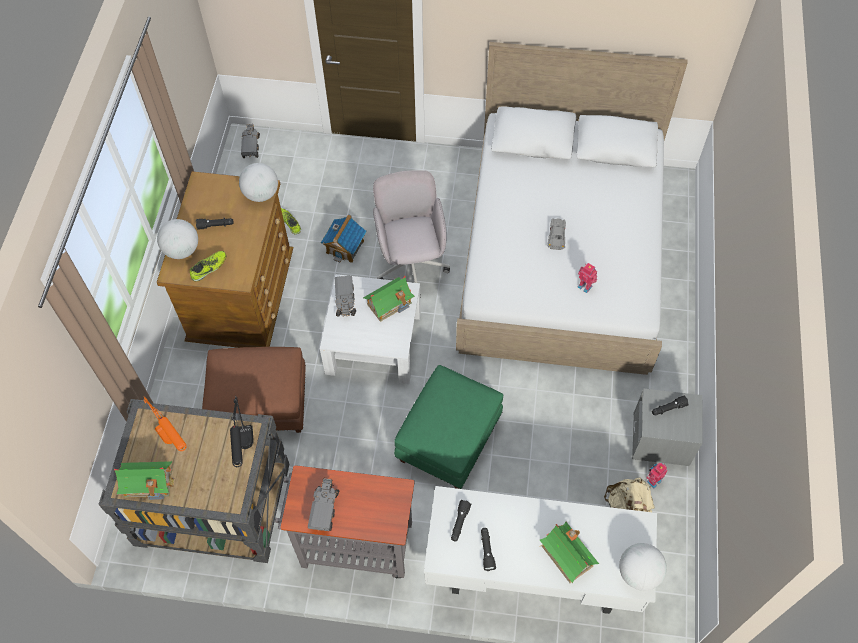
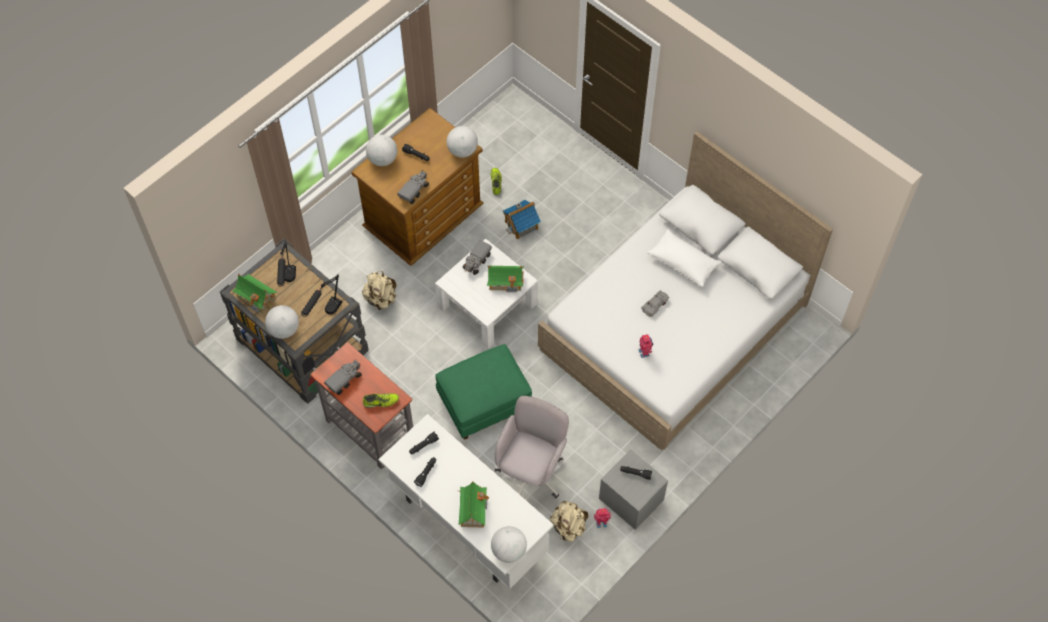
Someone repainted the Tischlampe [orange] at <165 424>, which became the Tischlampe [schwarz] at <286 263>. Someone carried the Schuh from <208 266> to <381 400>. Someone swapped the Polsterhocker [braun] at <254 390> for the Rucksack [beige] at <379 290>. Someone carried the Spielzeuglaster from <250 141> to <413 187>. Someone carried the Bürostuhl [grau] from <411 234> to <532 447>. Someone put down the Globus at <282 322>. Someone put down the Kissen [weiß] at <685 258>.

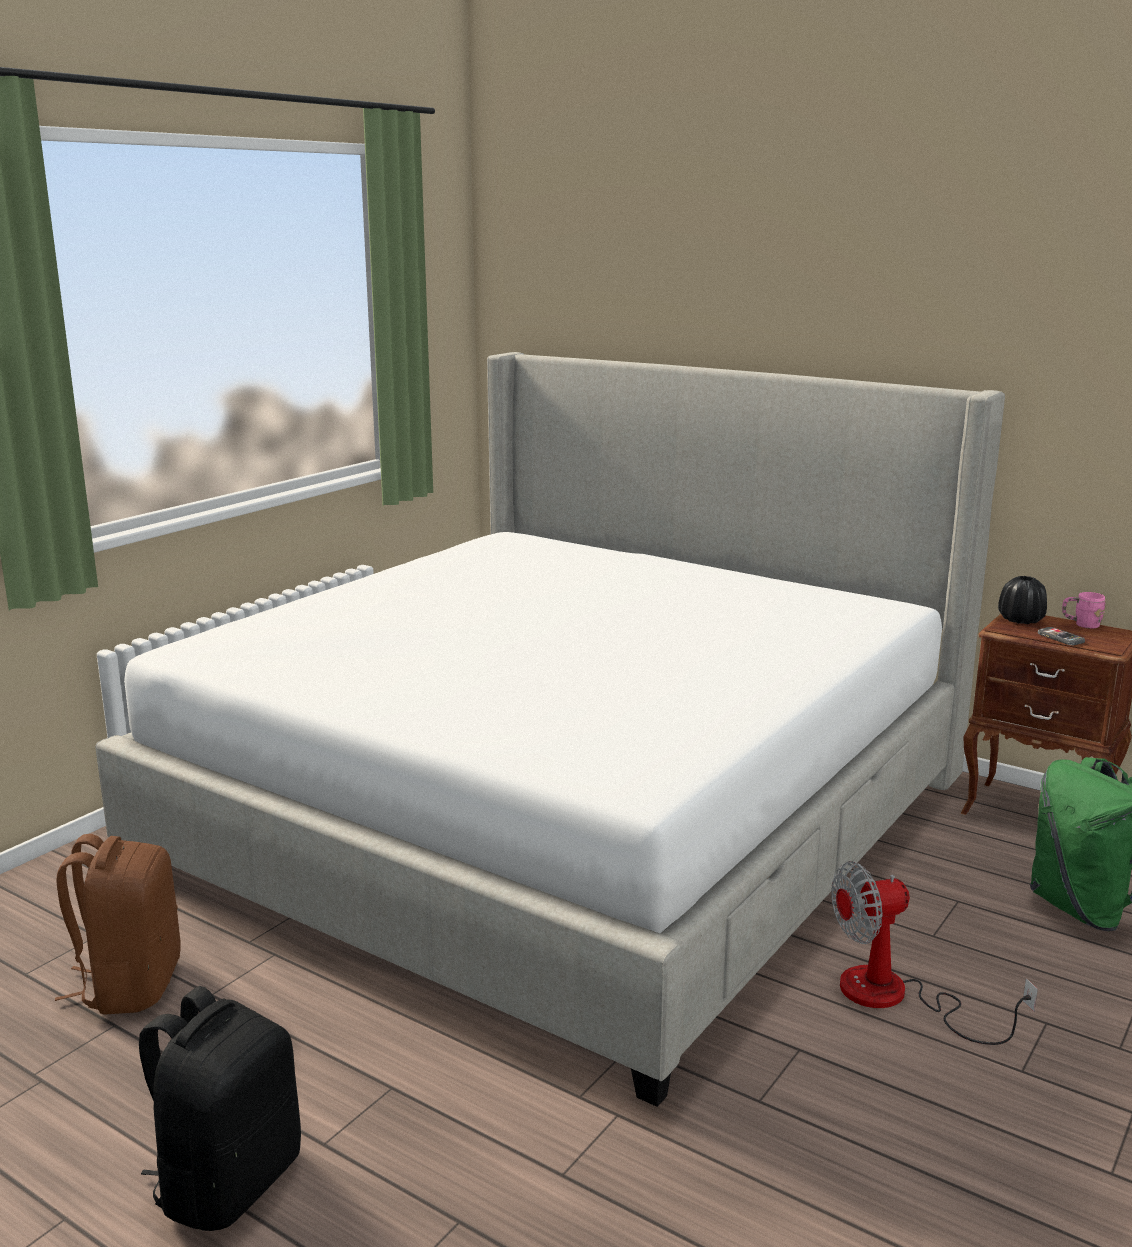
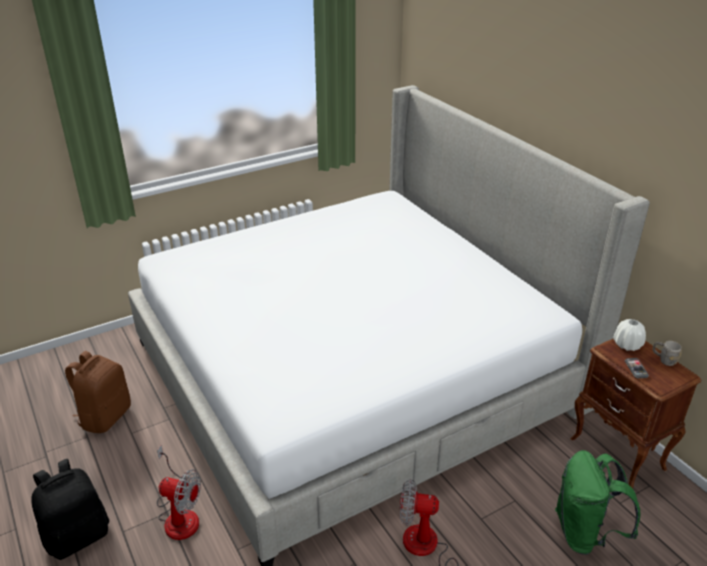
Someone repainted the Vase [schwarz] at <1022 600>, which became the Vase [weiß] at <630 335>. Someone repainted the Henkelbecher [rosa] at <1084 610>, which became the Henkelbecher [grau] at <667 353>. Someone put down the Ventilator at <179 492>.

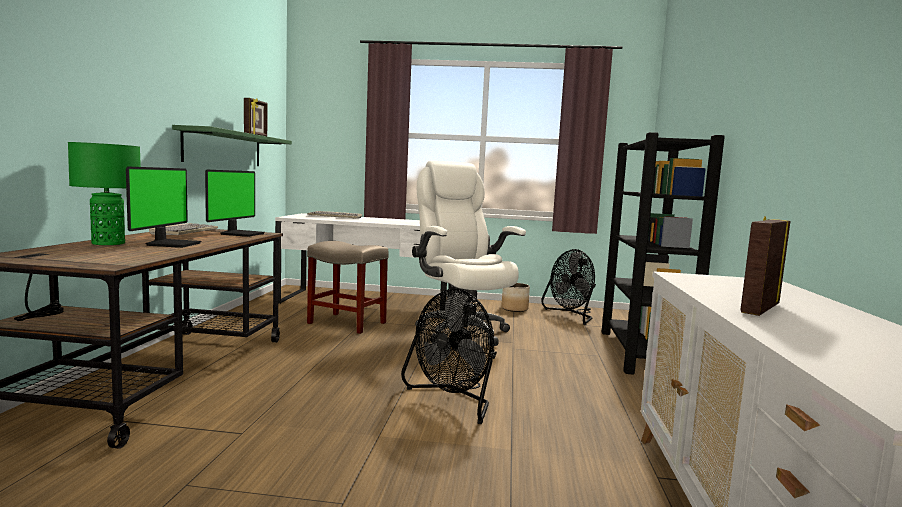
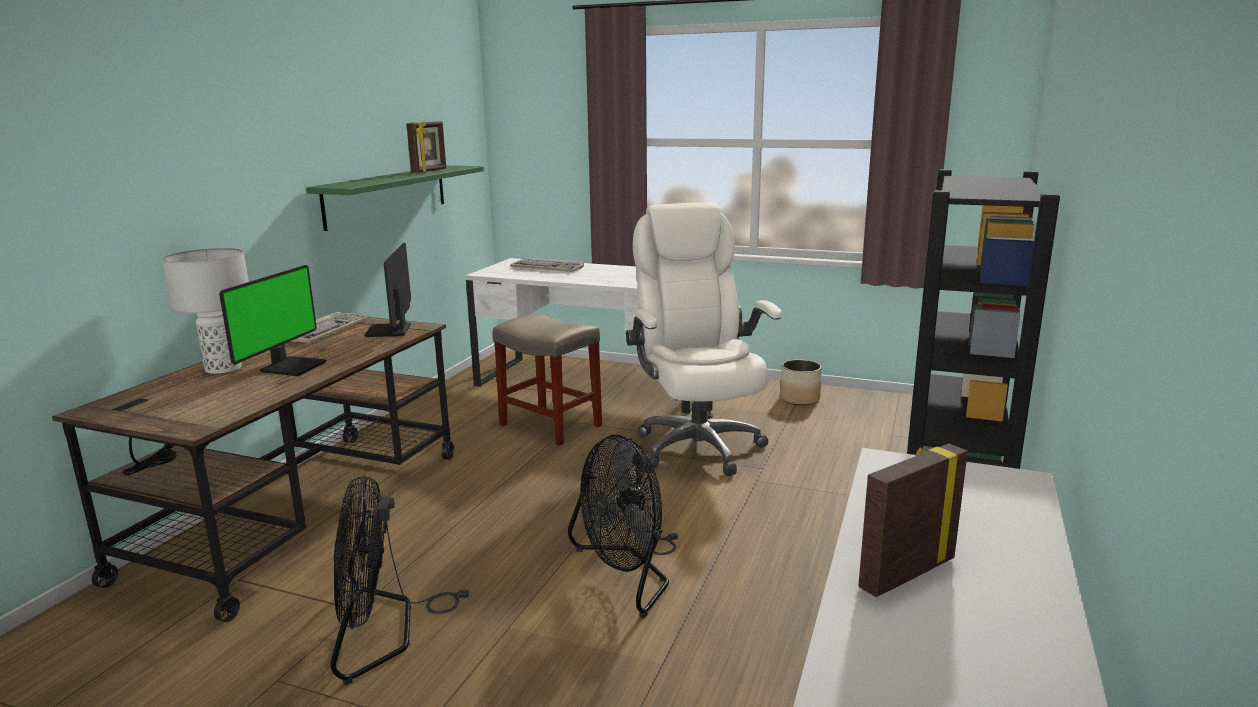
Someone repainted the Tischlampe [grün] at <104 193>, which became the Tischlampe [weiß] at <205 311>. Someone rotated the Monitor at <235 203> by 150 degrees clockwise. Someone carried the Ventilator [schwarz] from <568 287> to <401 580>.

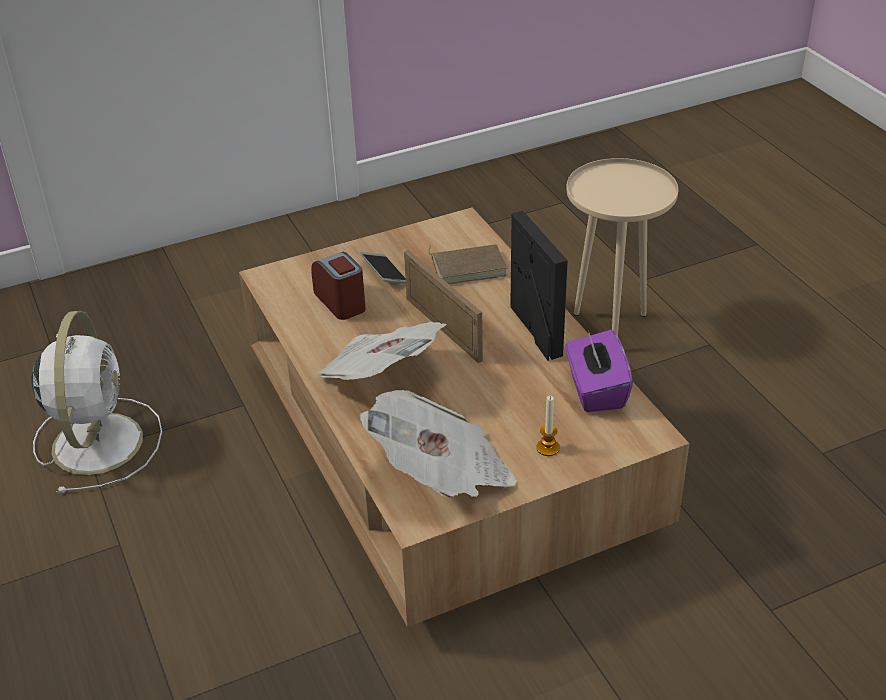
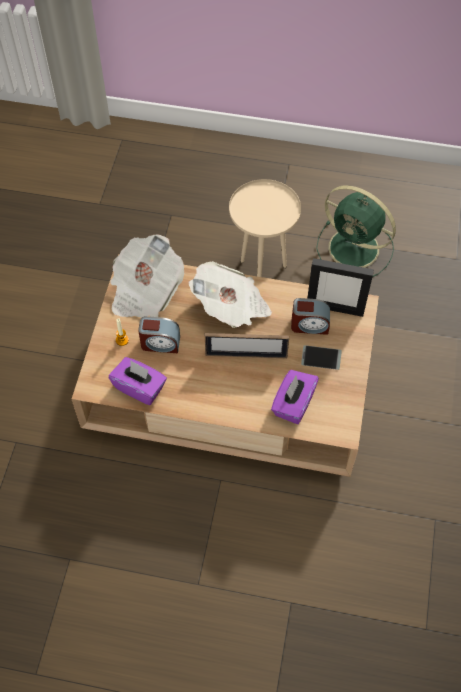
Someone repainted the Ventilator [weiß] at <96 402>, which became the Ventilator [grün] at <356 231>. Someone swapped the Buch [braun] at <467 264> for the Taschentuchbox [lila] at <295 397>. Someone carried the Bilderrahmen from <539 286> to <340 287>. Someone carried the Beistelltisch [beige] from <622 246> to <265 228>. Someone put down the Wecker at <159 334>.

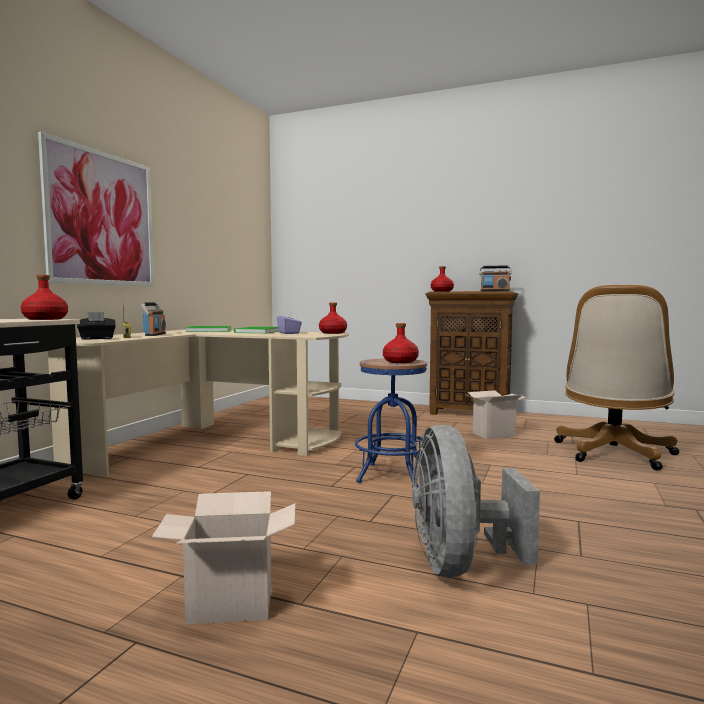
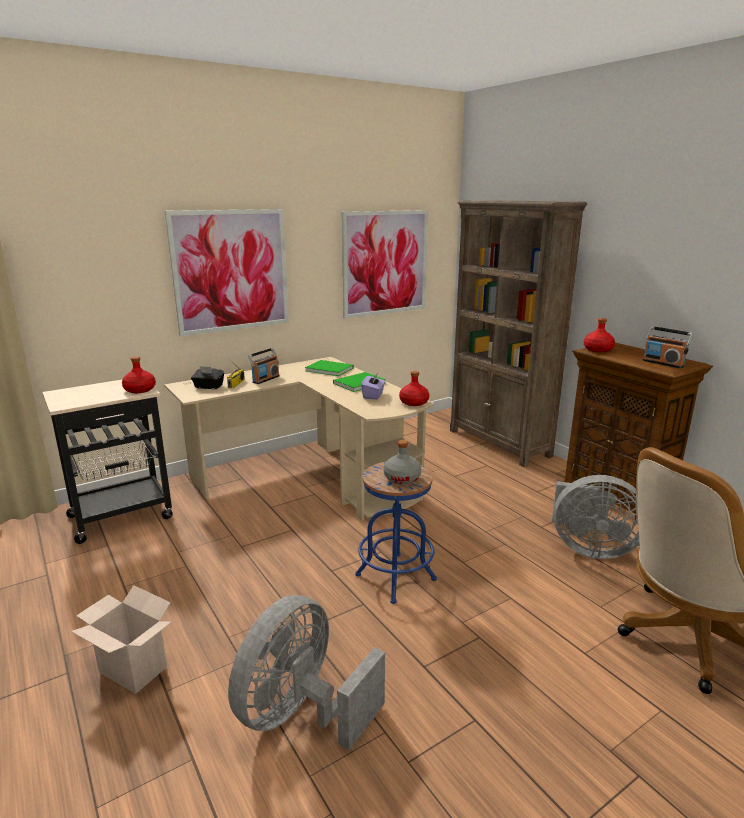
Someone repainted the Flasche [rot] at <401 343>, which became the Flasche [grau] at <402 462>. Someone swapped the Karton at <495 414> for the Ventilator [grau] at <596 517>. Someone put up the Bild at <385 264>. Someone put down the Bücherregal [braun] at <518 333>.

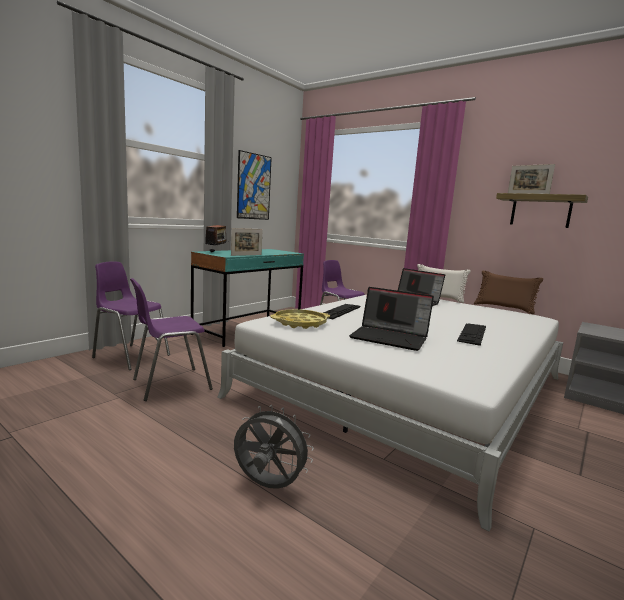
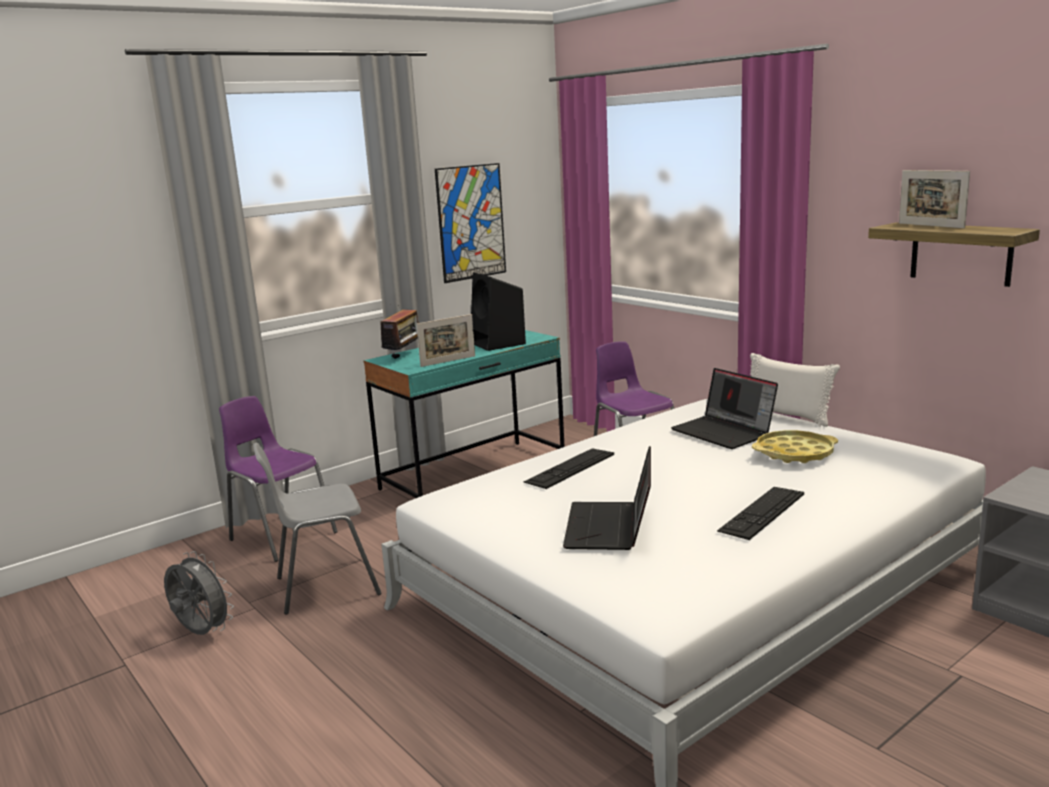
Someone repainted the Stuhl [lila] at <171 339>, which became the Stuhl [grau] at <317 528>. Someone carried the Ventilator [grau] from <274 447> to <199 593>. Someone carried the Tablett [gelb] from <300 319> to <795 446>. Someone rotated the Laptop at <391 319> by 60 degrees clockwise. Someone took away the Kissen [braun] at <508 292>. Someone put down the Lautsprecher [schwarz] at <498 311>.

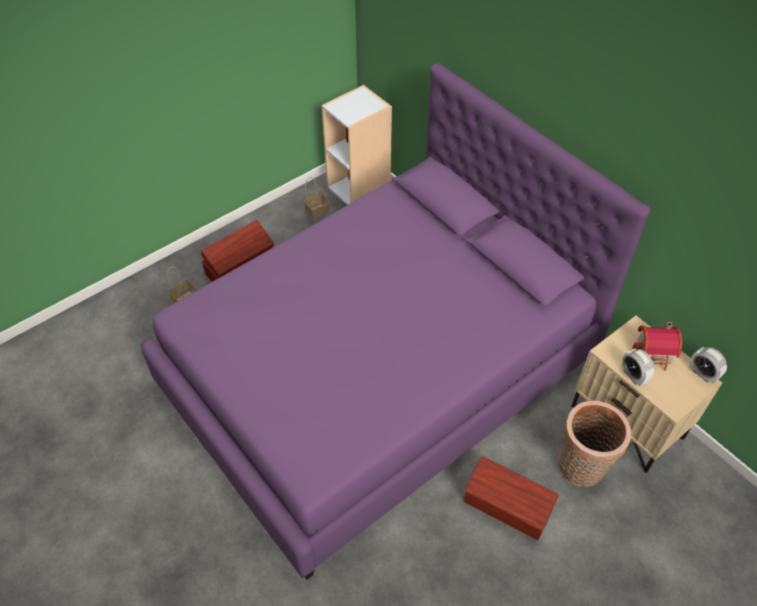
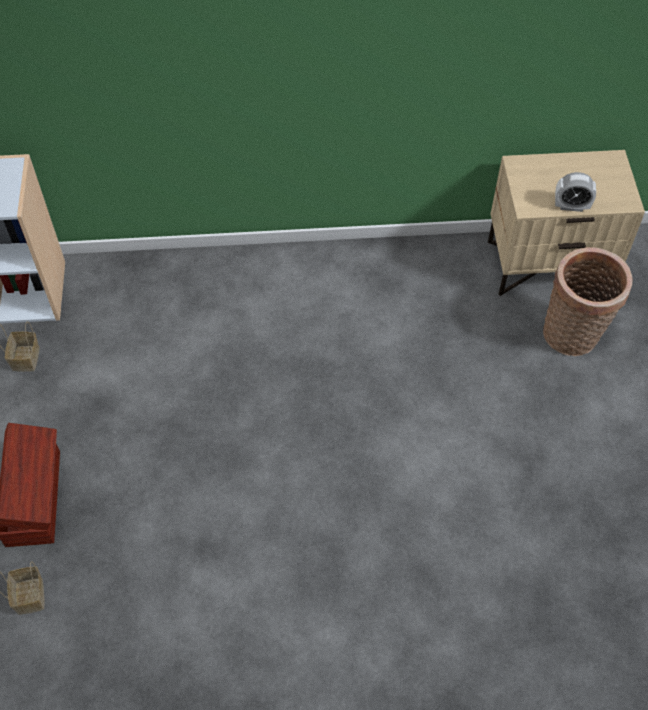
Someone took away the Bett [lila] at <396 321>. Someone took away the Aufbewahrungsbox [braun] at <511 498>. Someone took away the Spielzeughaus at <657 346>. Someone took away the Wecker at <708 365>.

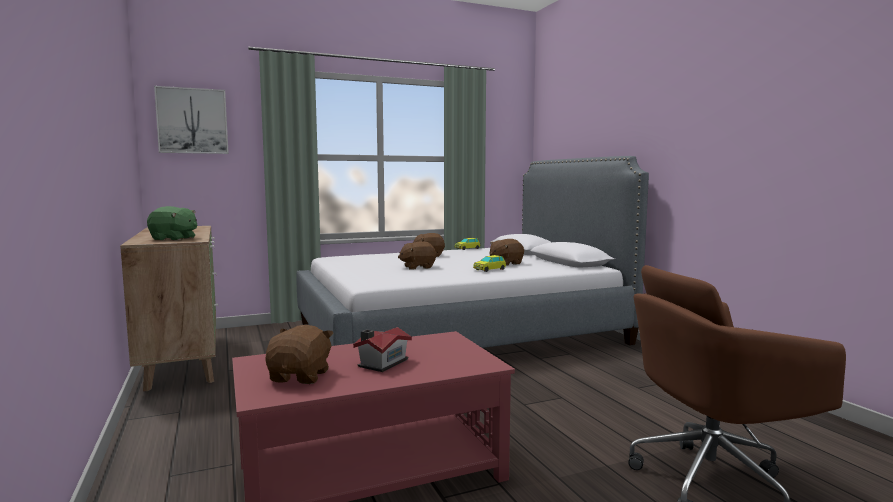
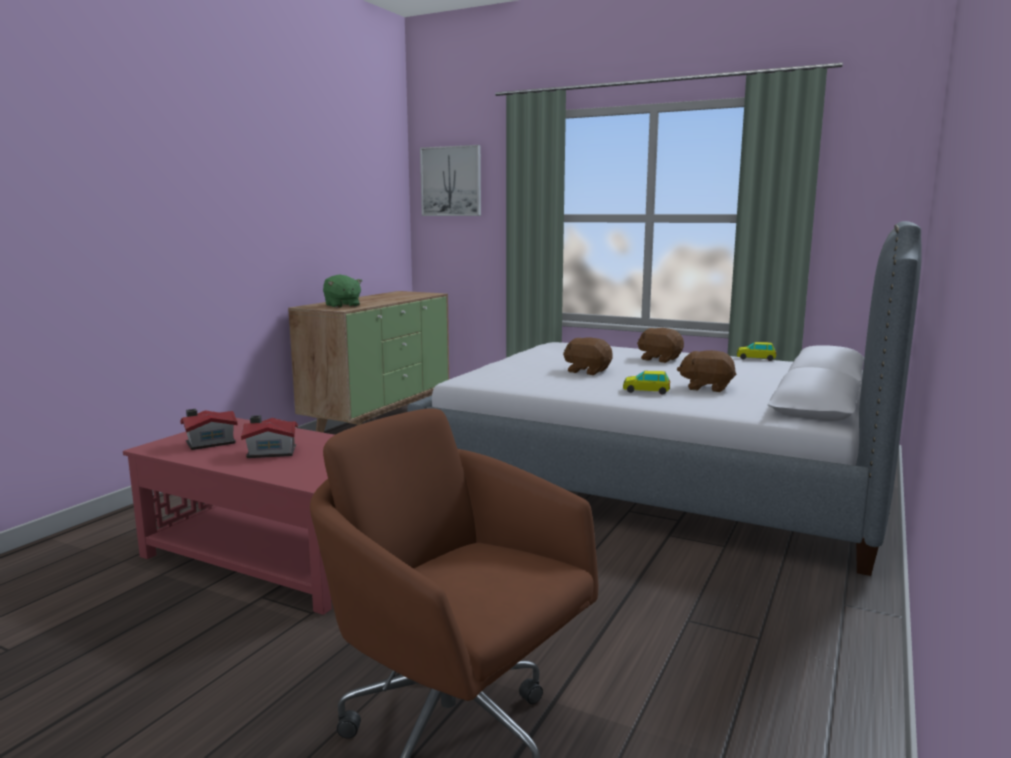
Someone swapped the Plüschtier [braun] at <299 354> for the Spielzeughaus at <209 429>.

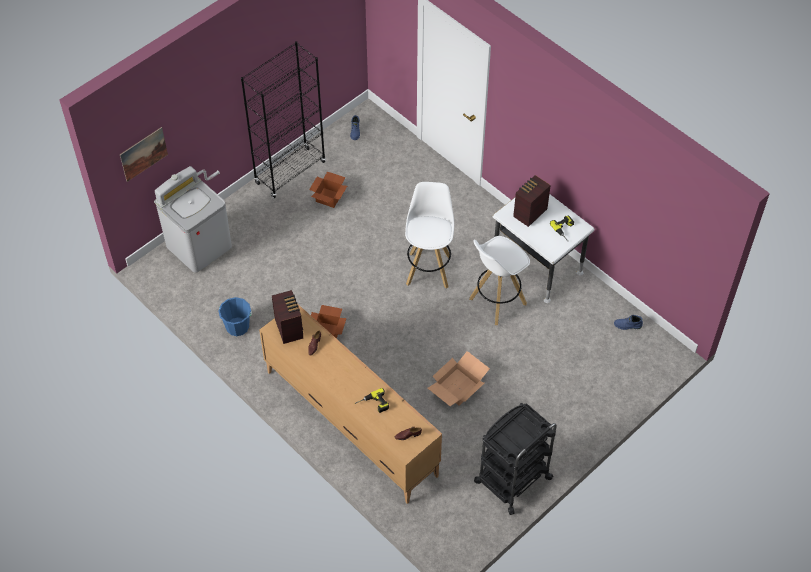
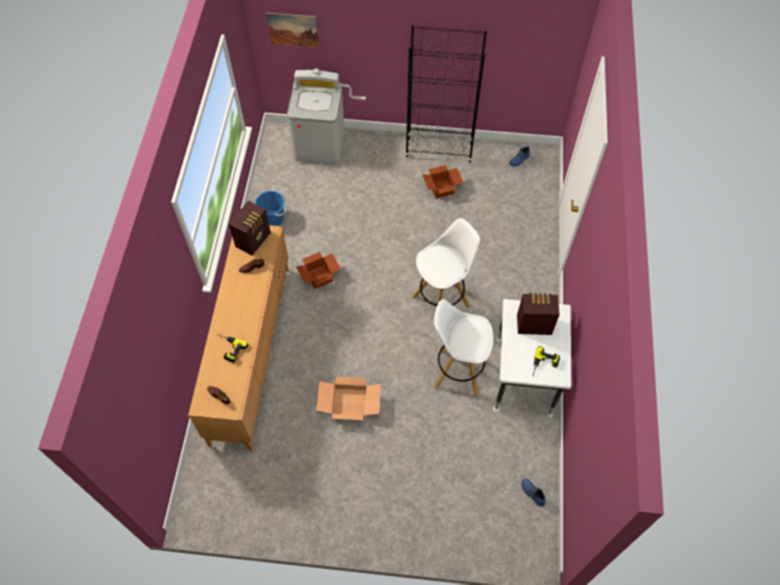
Someone took away the Rollwagen [schwarz] at <515 459>.

